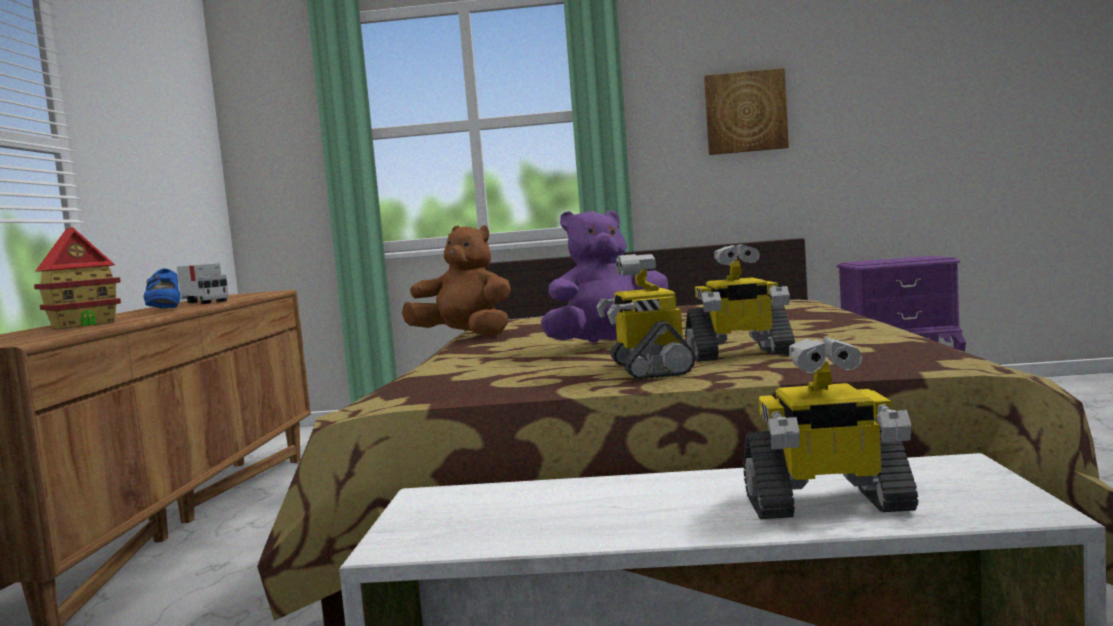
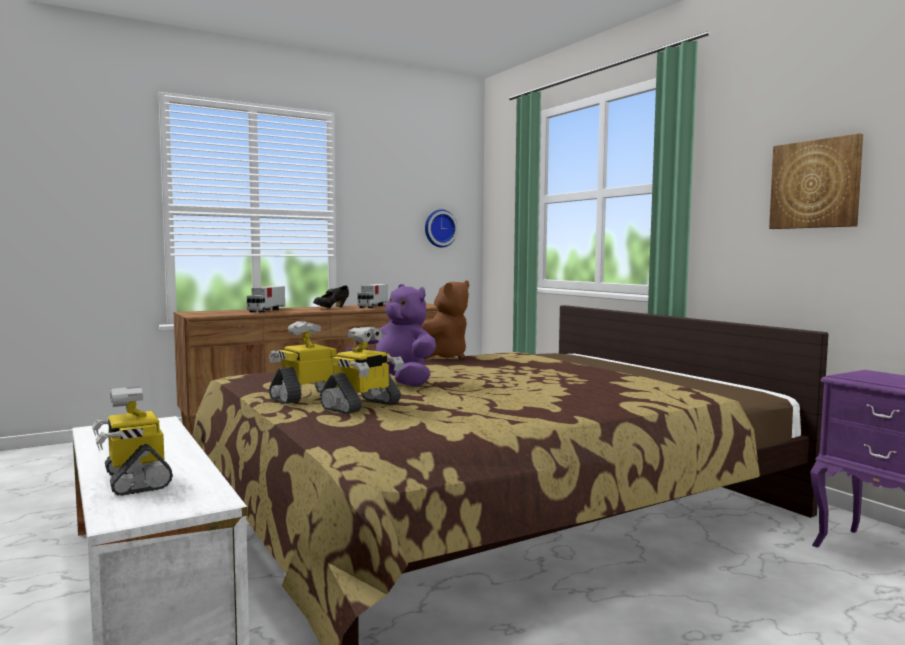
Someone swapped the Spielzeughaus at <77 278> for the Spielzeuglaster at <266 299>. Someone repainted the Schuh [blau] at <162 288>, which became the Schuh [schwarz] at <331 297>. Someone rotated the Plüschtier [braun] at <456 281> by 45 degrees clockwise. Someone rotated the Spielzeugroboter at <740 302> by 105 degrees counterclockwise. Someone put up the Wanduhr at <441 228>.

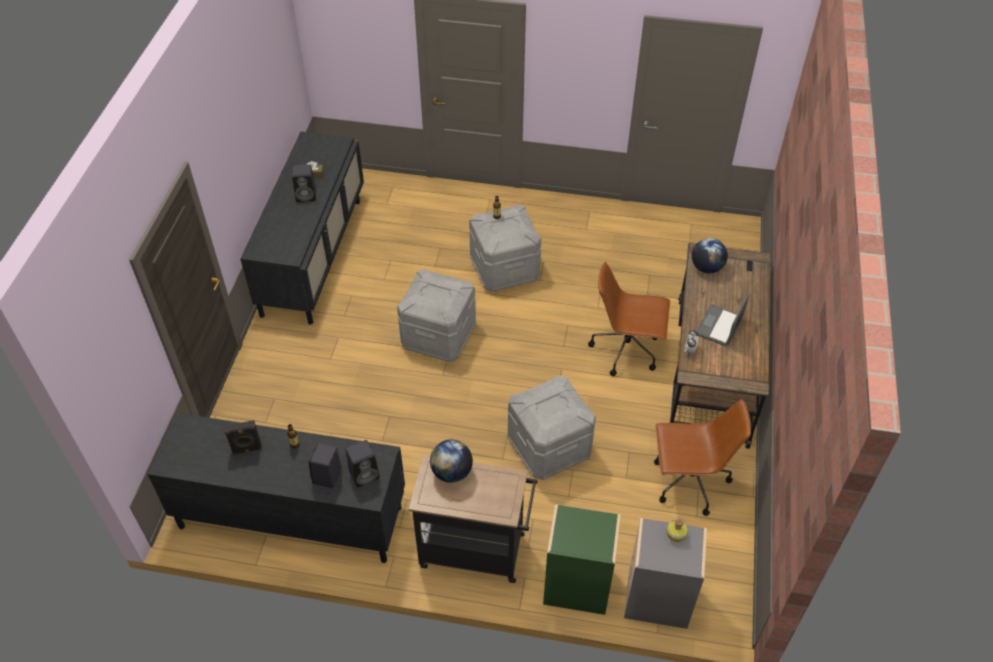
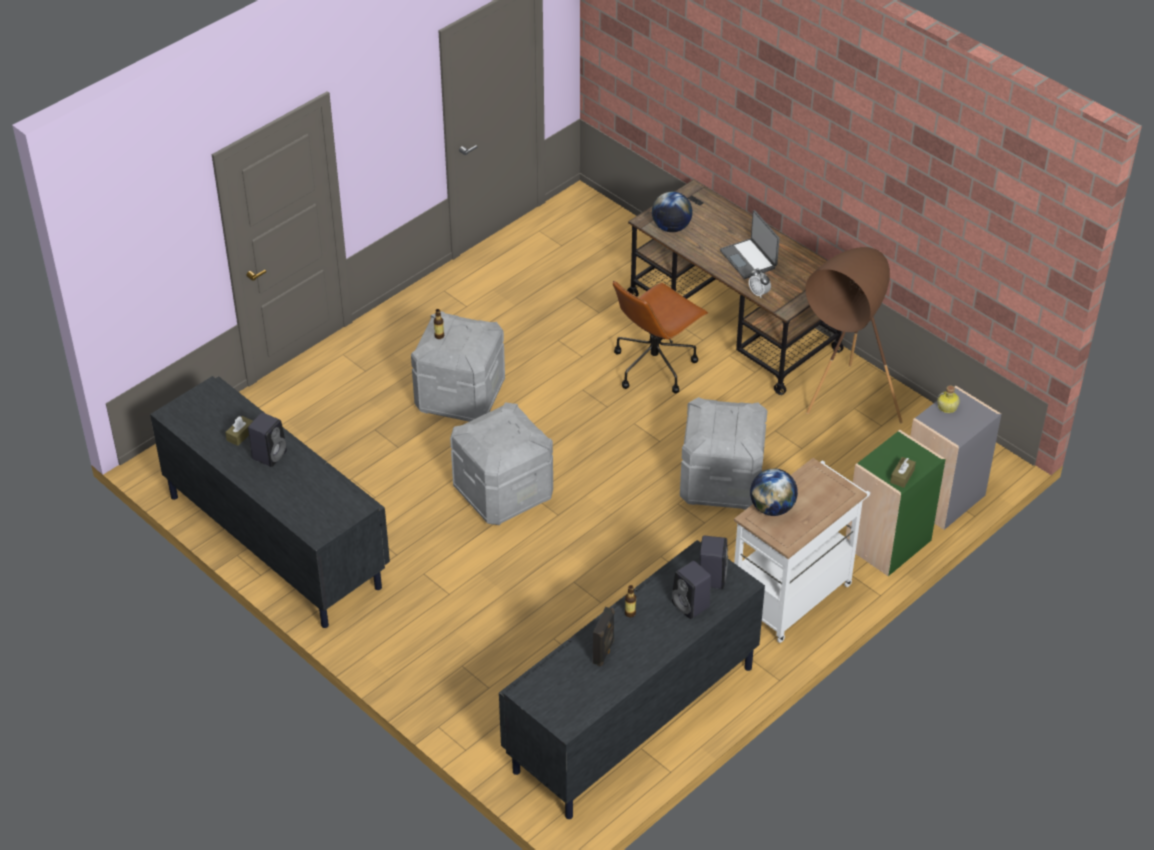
Someone repainted the Rollwagen [schwarz] at <473 519>, which became the Rollwagen [weiß] at <802 550>. Someone swapped the Bürostuhl [braun] at <702 457> for the Stehlampe [braun] at <854 335>. Someone put down the Taschentuchbox [braun] at <903 472>.

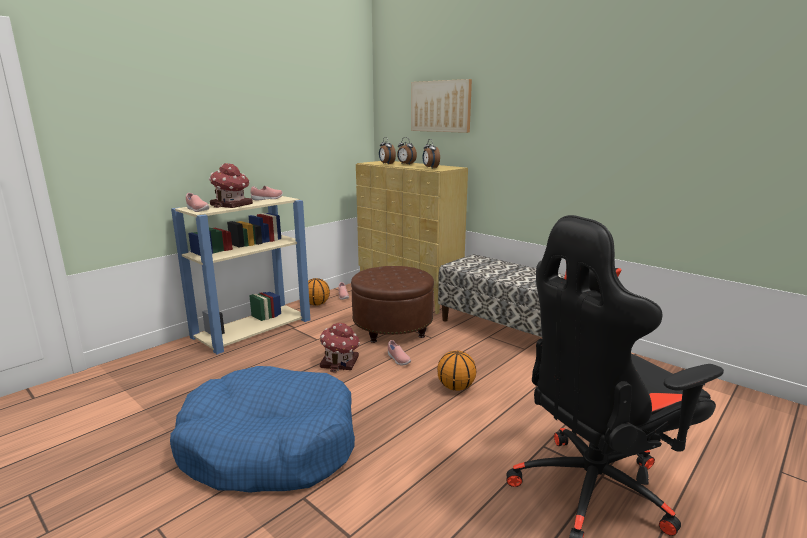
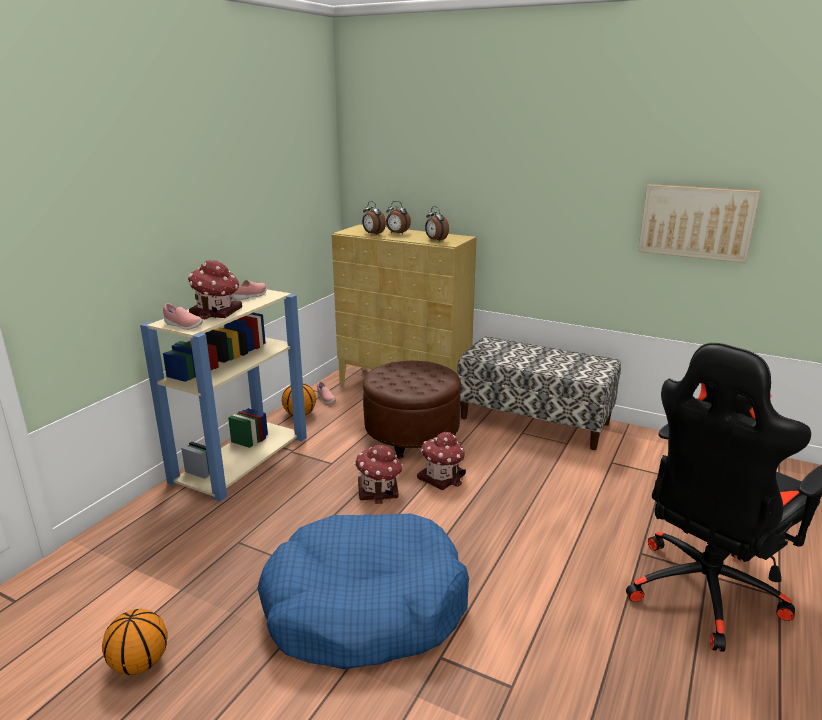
Someone swapped the Schuh [rosa] at <399 352> for the Spielzeughaus at <441 461>. Someone carried the Bild from <441 106> to <699 223>. Someone carried the Basketball from <456 371> to <135 642>.

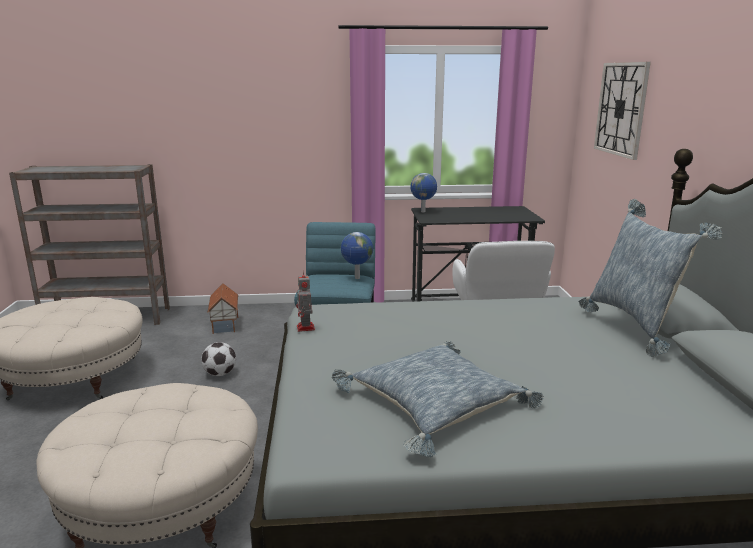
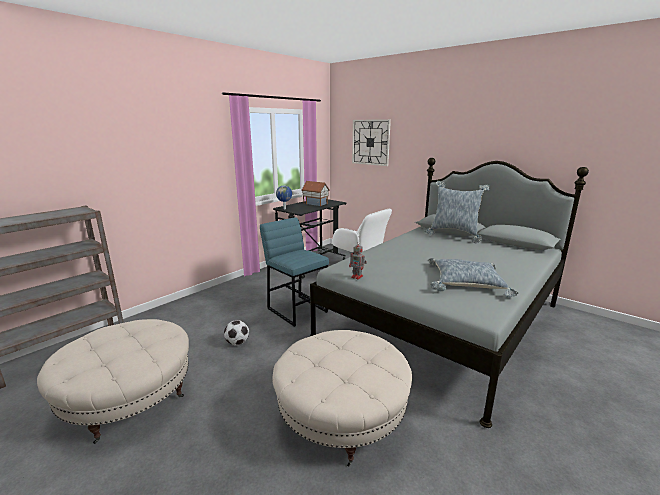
Someone carried the Spielzeughaus from <223 308> to <315 193>. Someone took away the Globus at <357 255>.

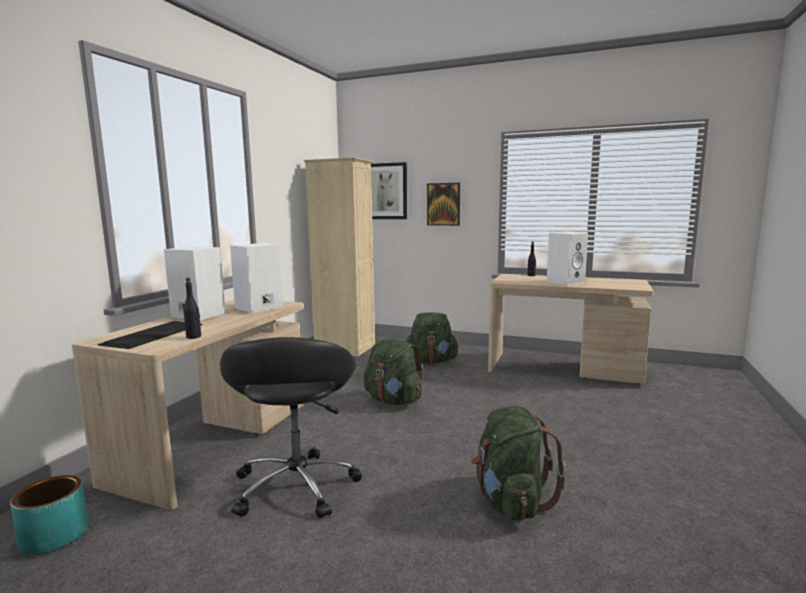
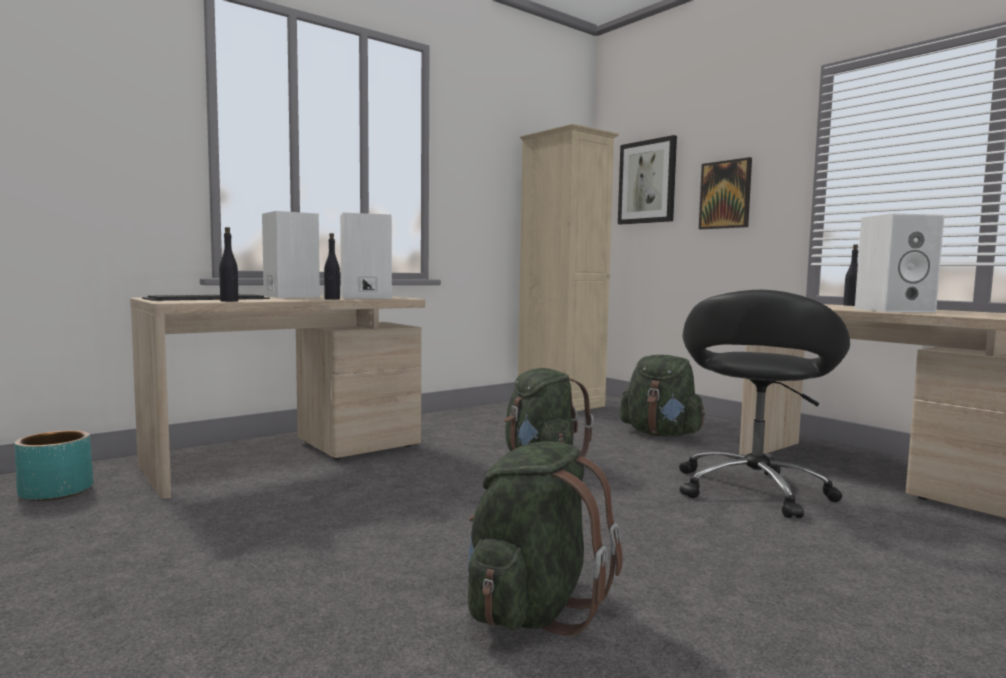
Someone carried the Bürostuhl [schwarz] from <291 427> to <764 404>. Someone put down the Flasche [schwarz] at <332 266>.

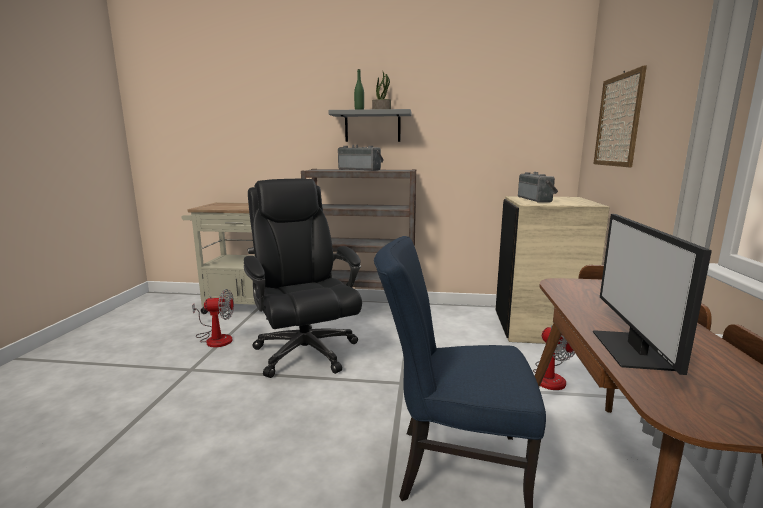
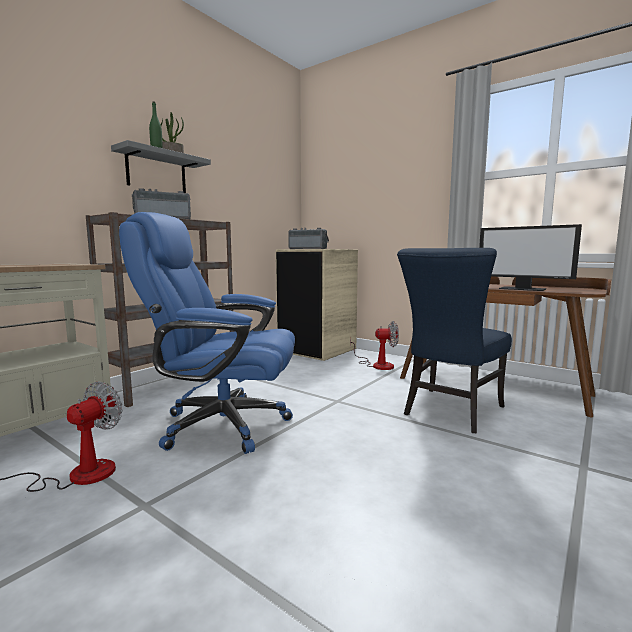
Someone repainted the Bürostuhl [schwarz] at <303 278>, which became the Bürostuhl [blau] at <207 333>. Someone took away the Bild at <620 116>.

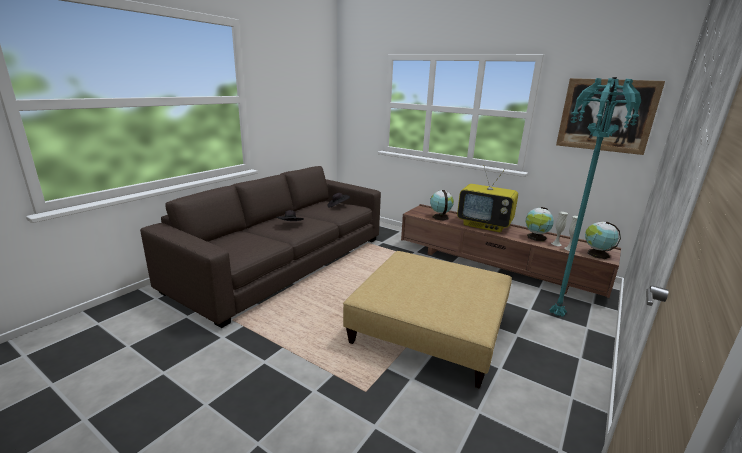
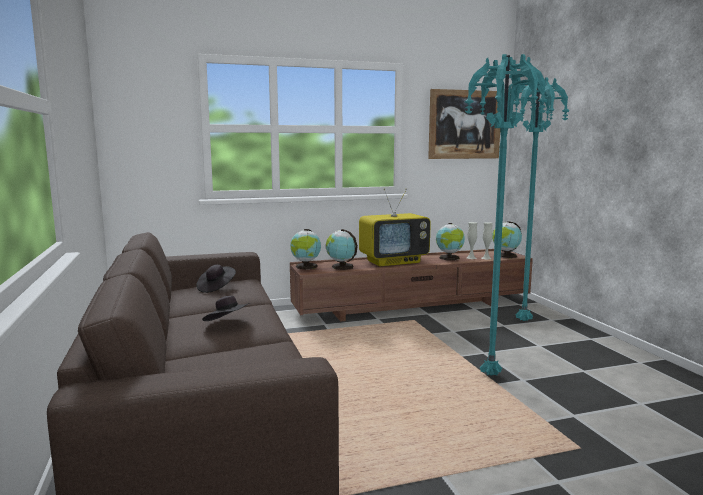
Someone swapped the Polsterhocker [beige] at <427 320> for the Stehlampe [türkis] at <506 214>. Someone put down the Globus at <305 249>.

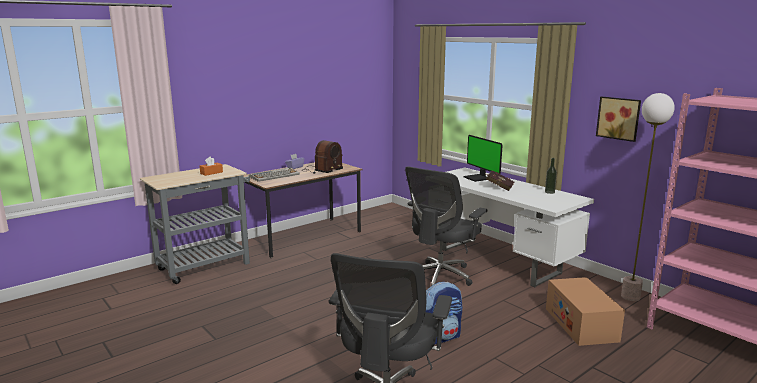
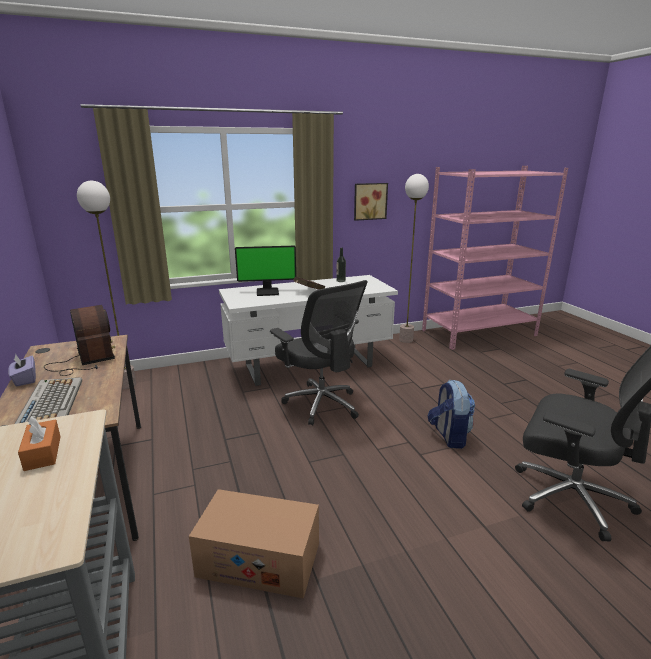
Someone carried the Karton from <585 311> to <254 544>. Someone put down the Stehlampe at <106 285>.

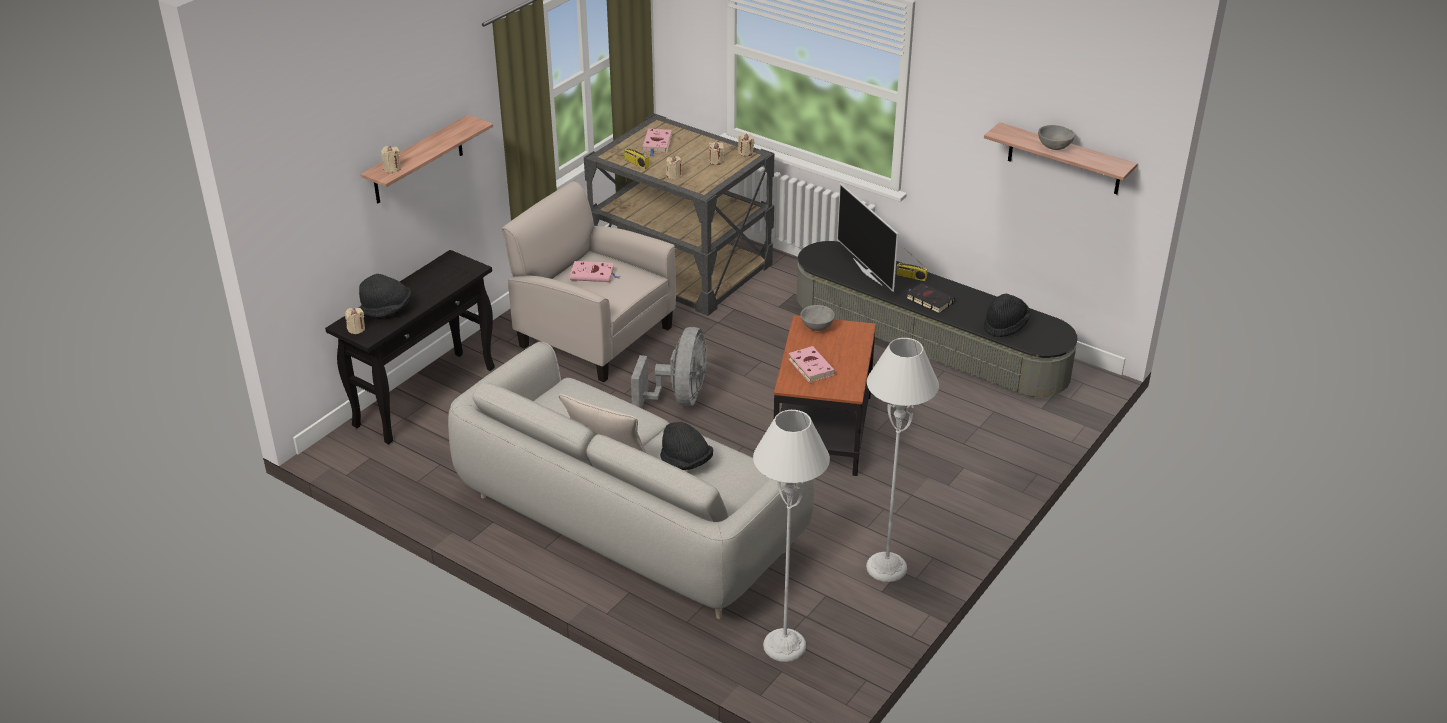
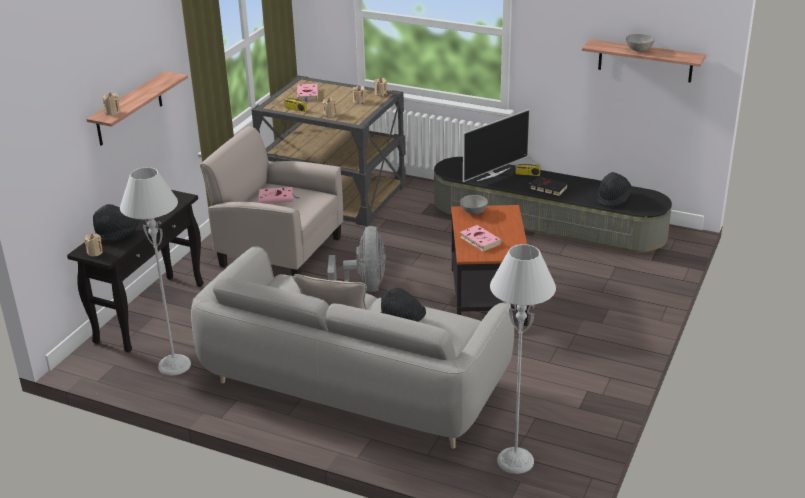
Someone rotated the Fernseher at <867 237> by 90 degrees counterclockwise. Someone carried the Stehlampe [grau] from <902 460> to <155 271>.

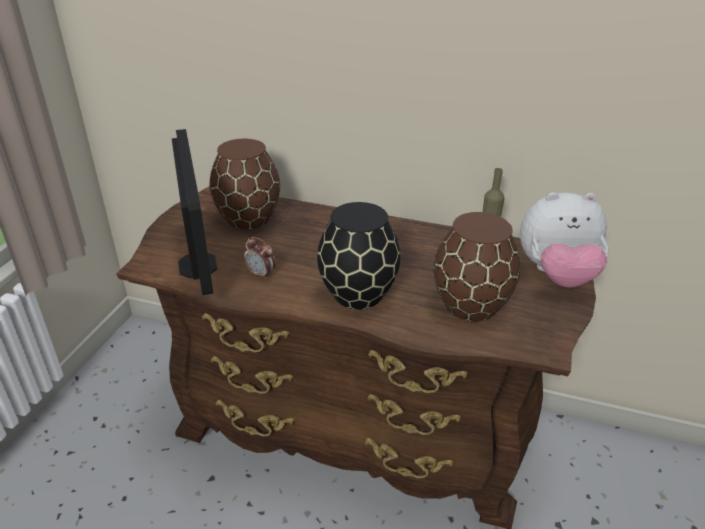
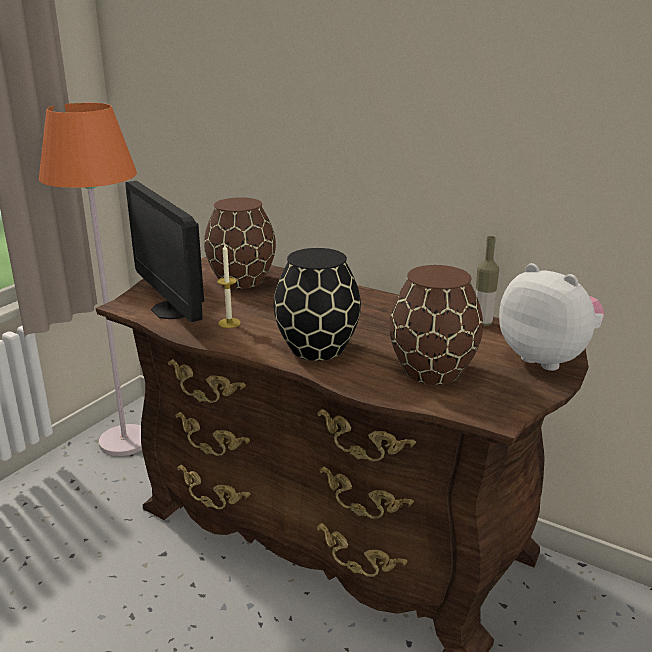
Someone rotated the Monitor at <194 212> by 150 degrees clockwise. Someone swapped the Wecker at <260 258> for the Kerze at <229 286>. Someone rotated the Plüschtier at <564 240> by 150 degrees counterclockwise. Someone put down the Stehlampe [orange] at <90 279>.

